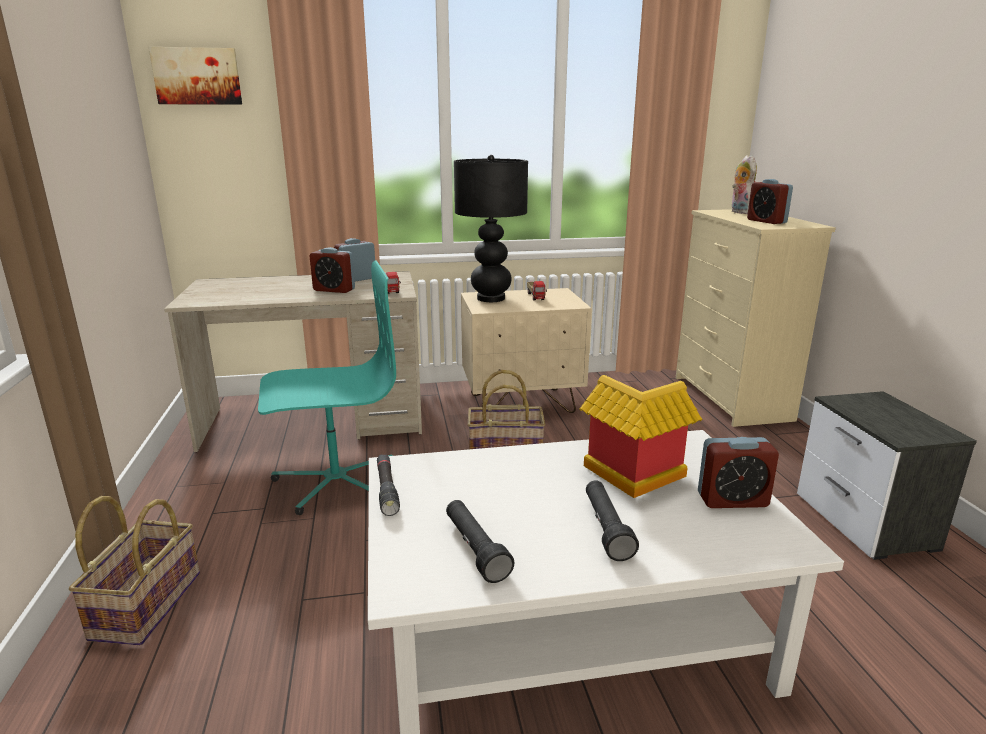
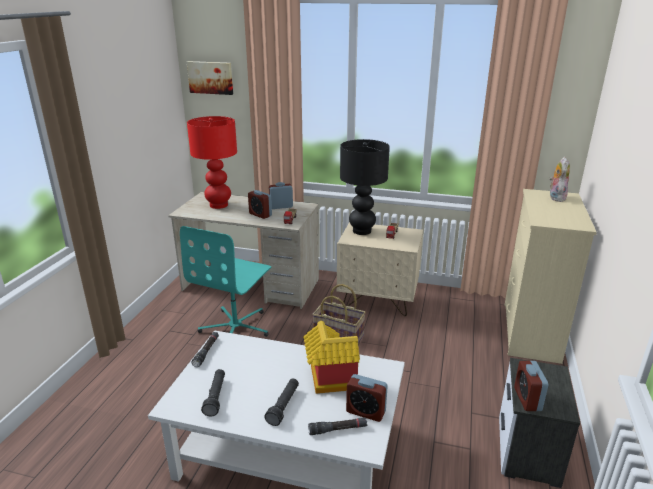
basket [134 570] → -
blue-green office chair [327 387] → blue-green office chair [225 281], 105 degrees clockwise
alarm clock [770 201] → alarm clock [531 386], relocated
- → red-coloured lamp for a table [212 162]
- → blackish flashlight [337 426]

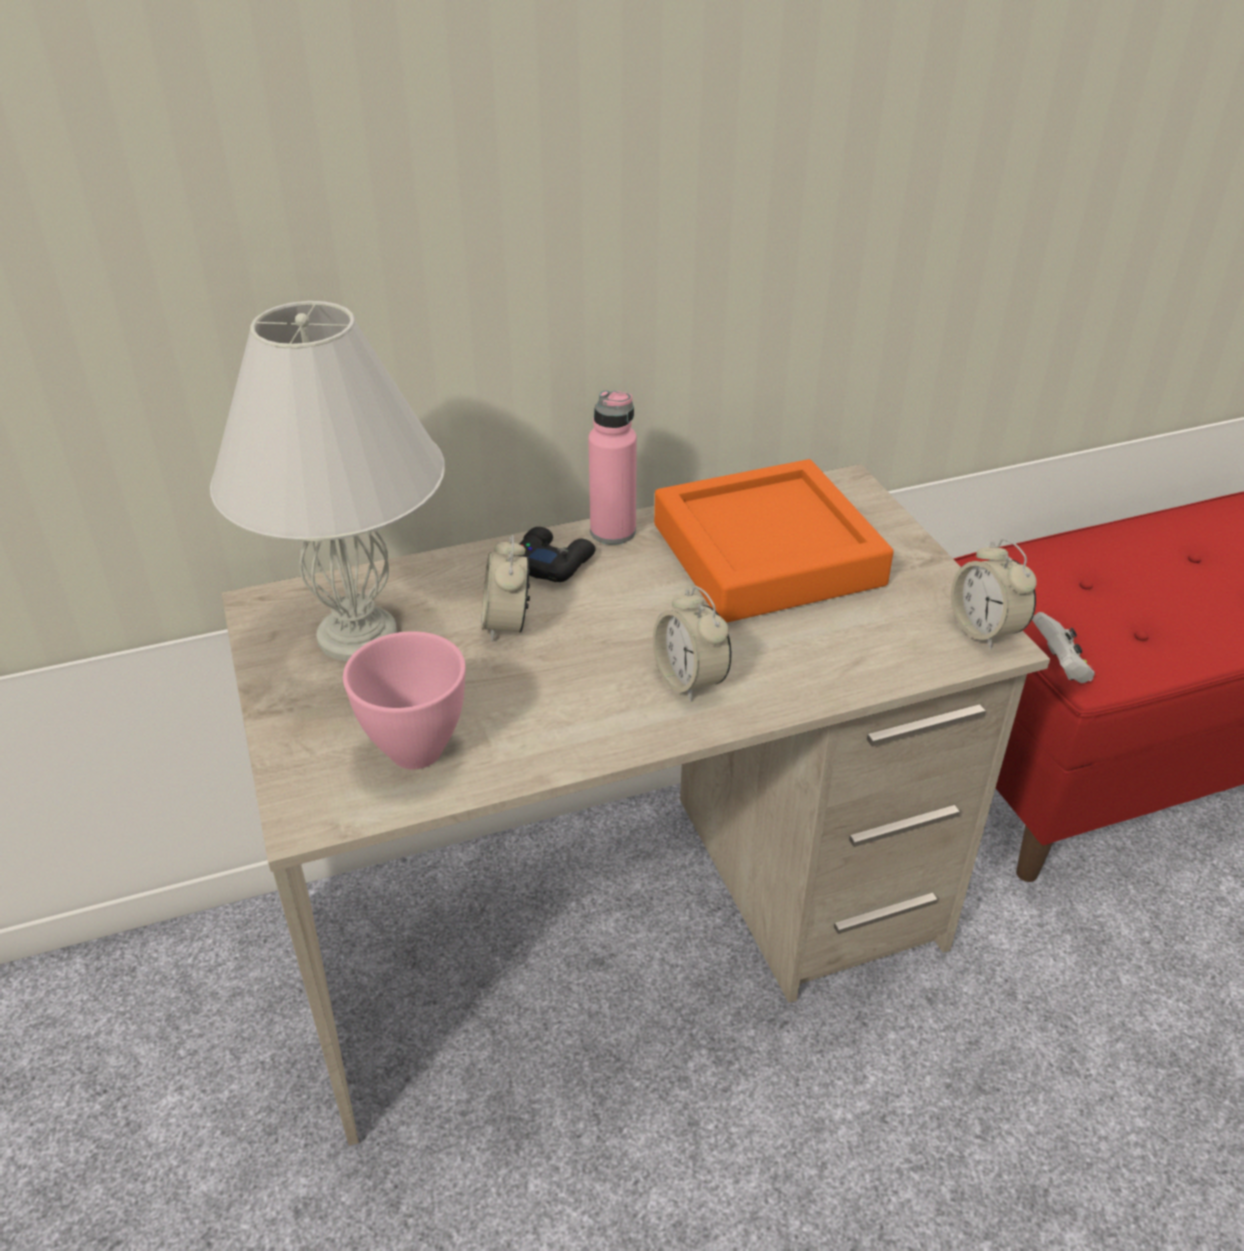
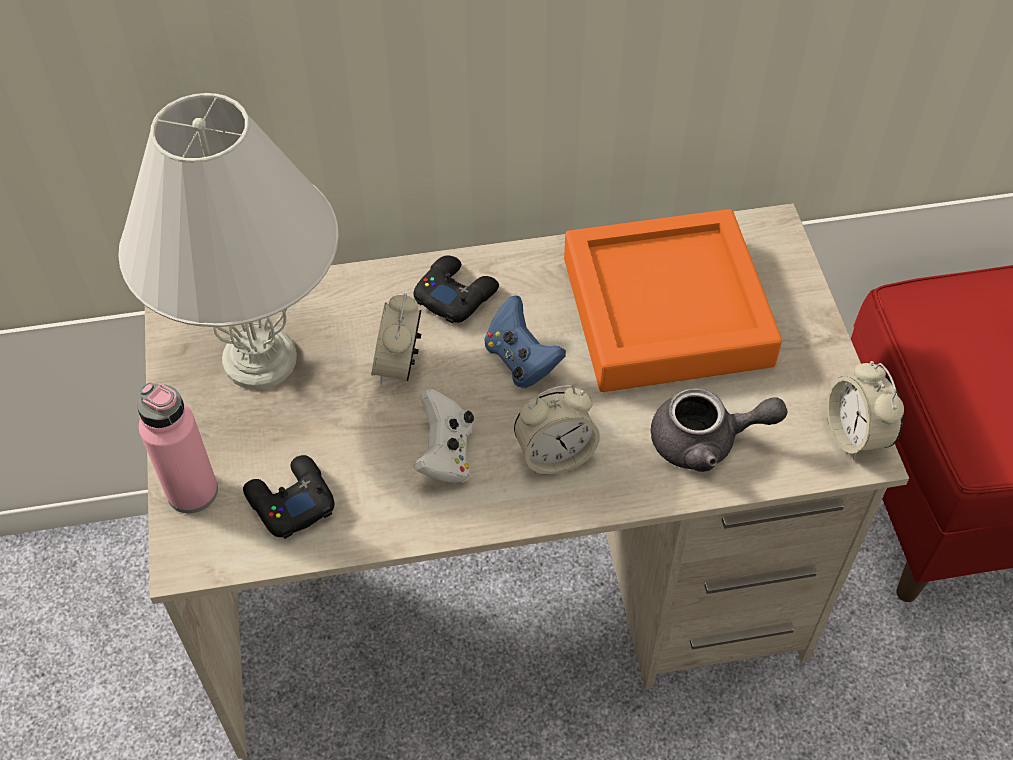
pink-coloured deep dish [404 700] → blackish game controller [289 497]
pink-coloured drink bottle [612 467] → pink-coloured drink bottle [177 448], relocated
alarm clock [692 644] → alarm clock [557 430], 90 degrees counterclockwise
whitish game controller [1063 647] → whitish game controller [444 436], relocated
- → blue-coloured game controller [525 341]
- → gray tea pot [719 430]

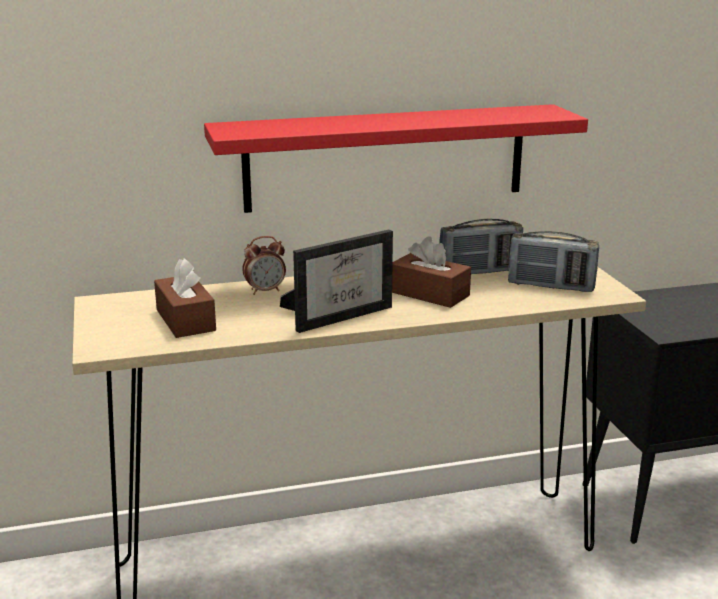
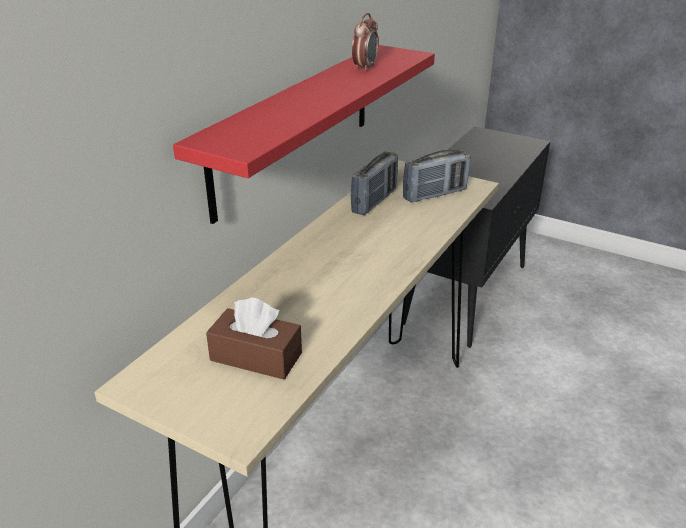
alarm clock [264 265] → alarm clock [365 42], relocated
photo frame [336 281] → -
brown-coloured tissue holder [431 272] → -

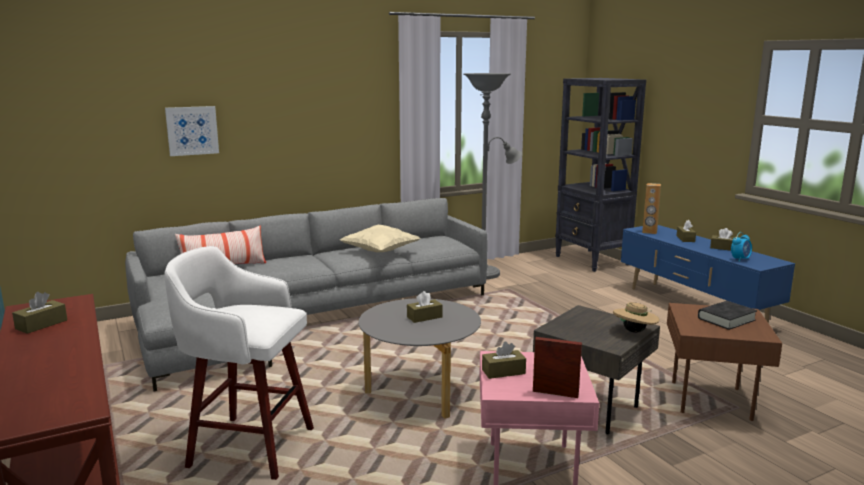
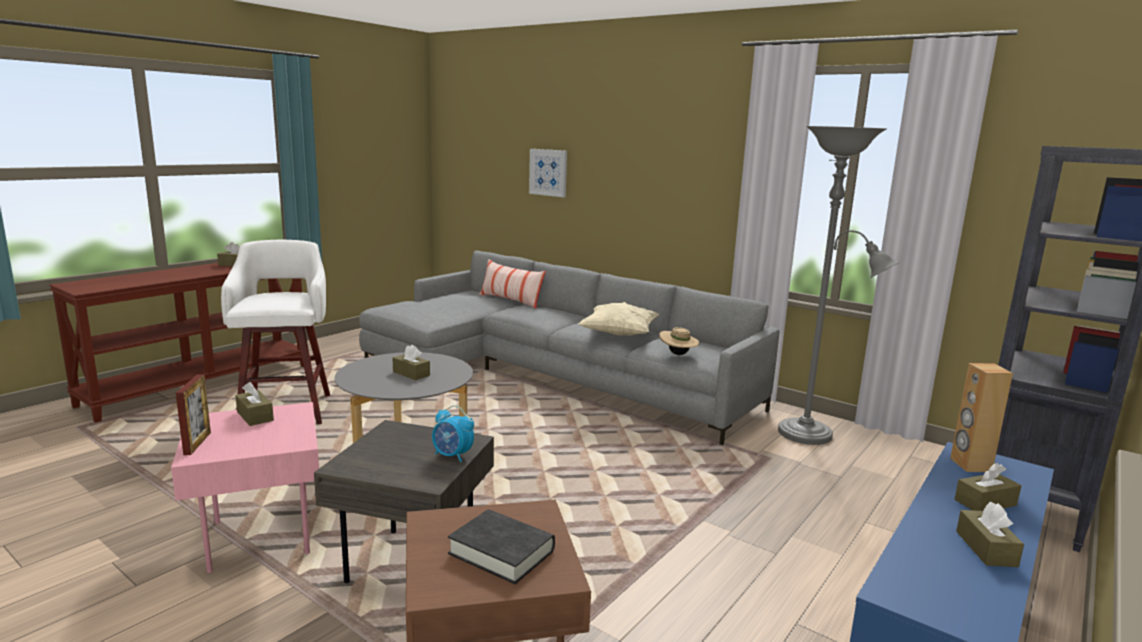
sand-coloured wearable hat [636 317] → sand-coloured wearable hat [679 341], relocated
alarm clock [741 247] → alarm clock [453 433], relocated

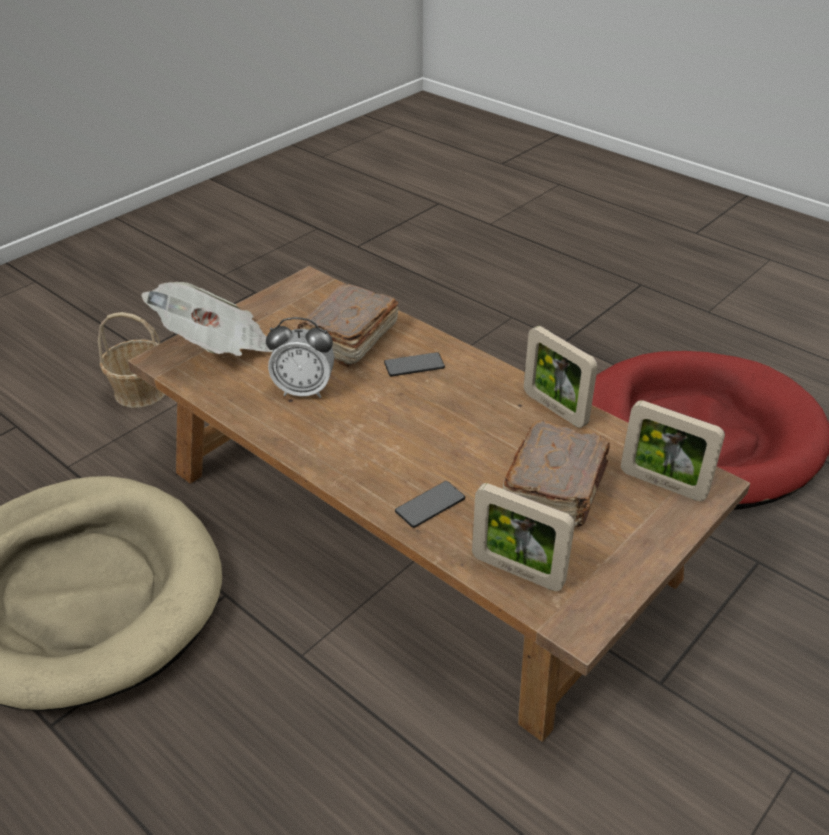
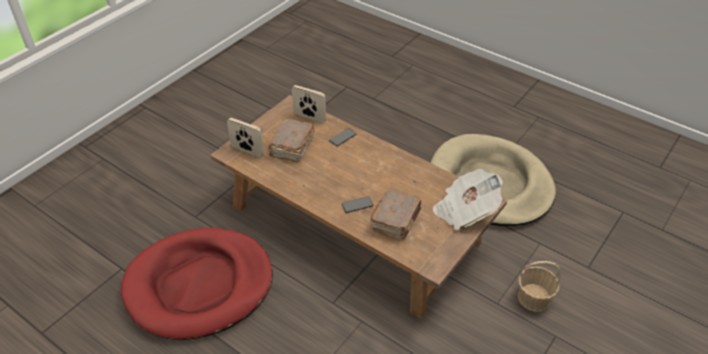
alarm clock [300 357] → -
photo frame [561 377] → -

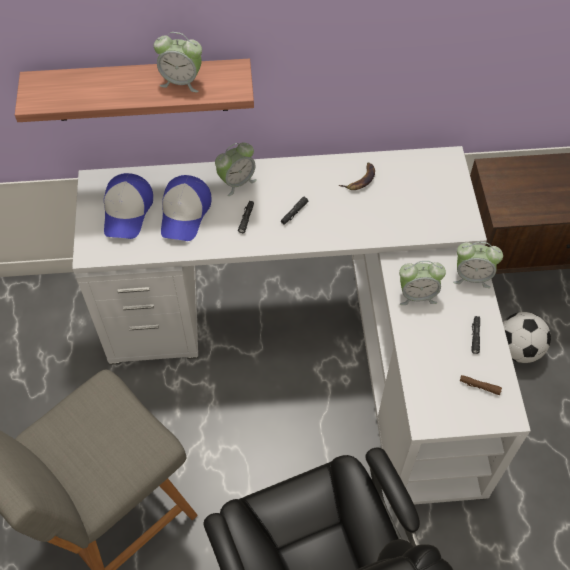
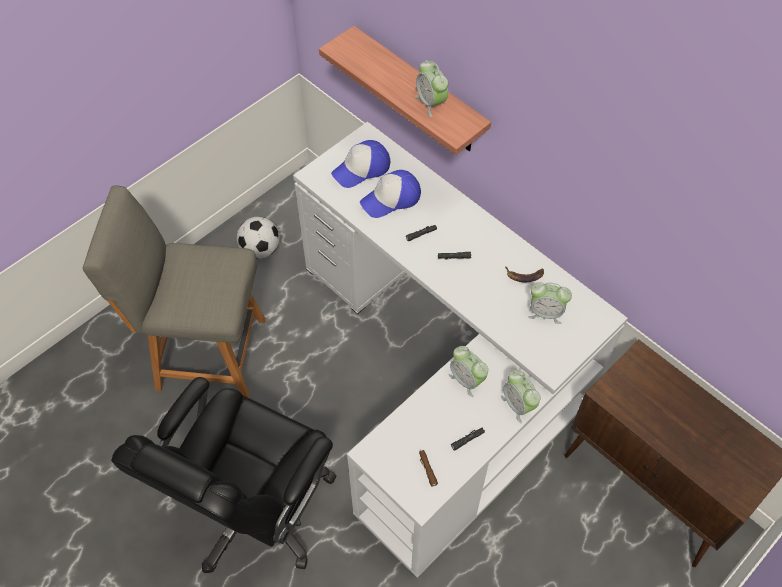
alarm clock [236 169] → alarm clock [550 303], relocated
football ball [527 337] → football ball [258 238], relocated

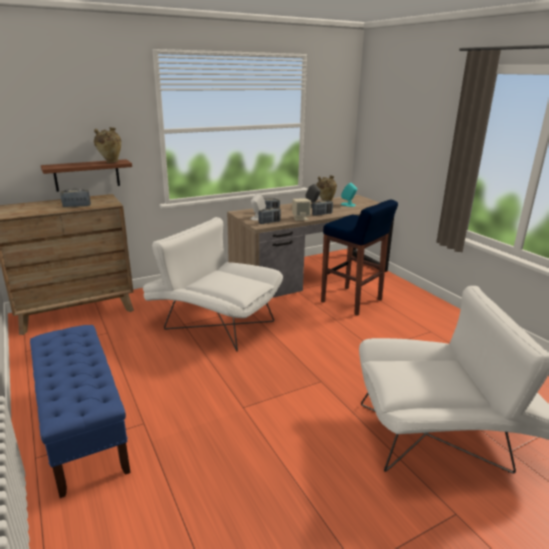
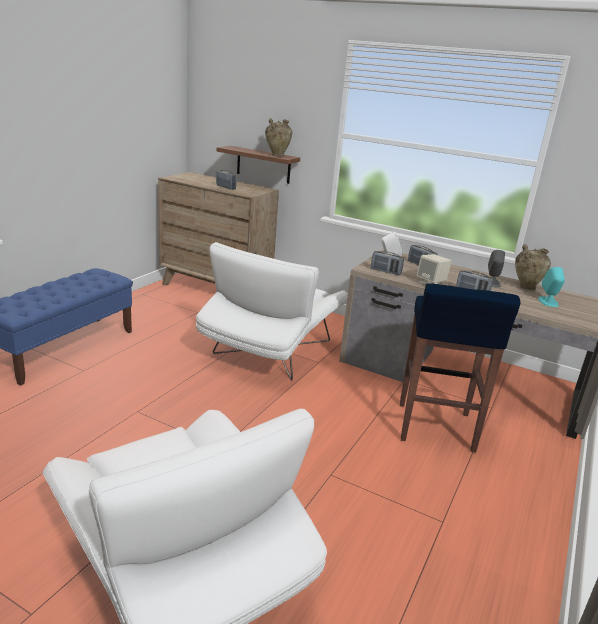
whitish easy chair [213 284] → whitish easy chair [272 311], 150 degrees counterclockwise

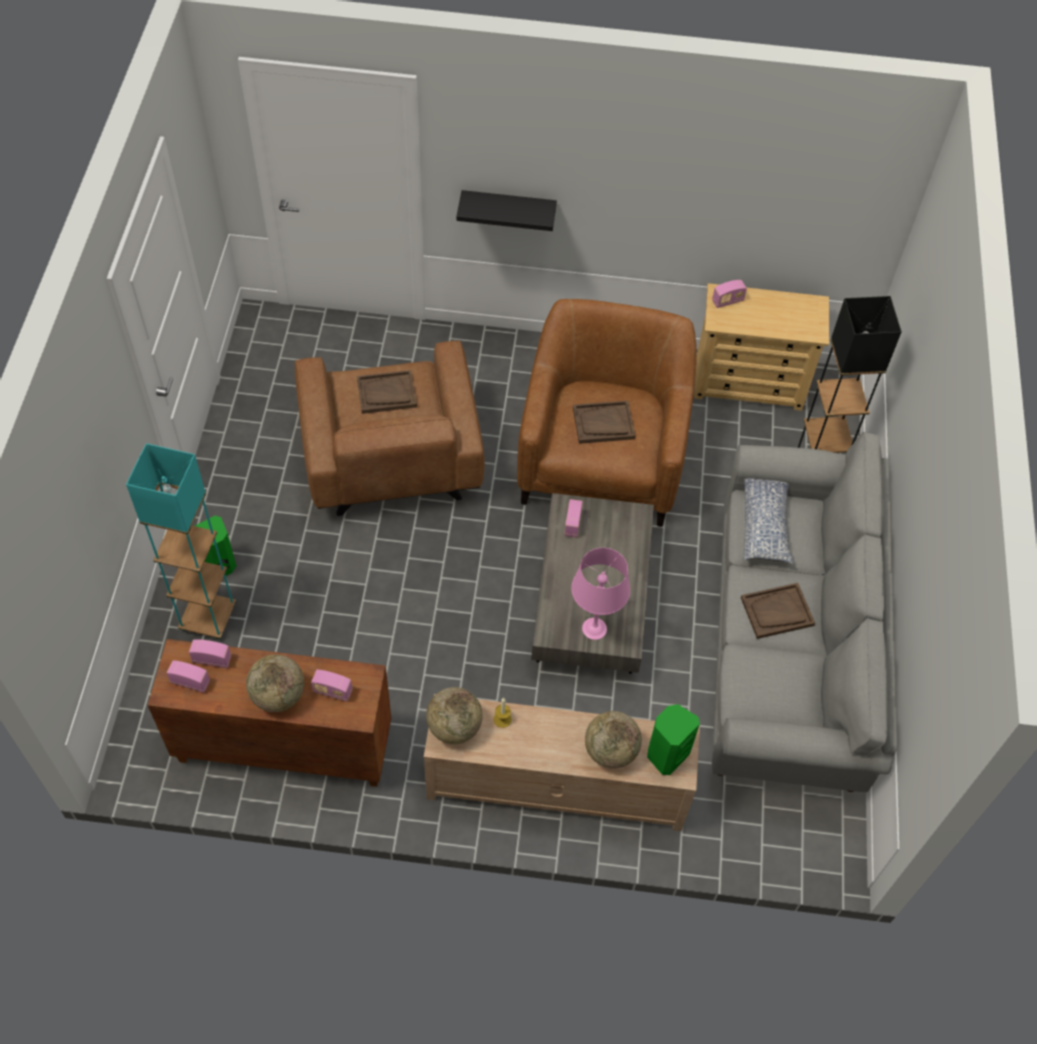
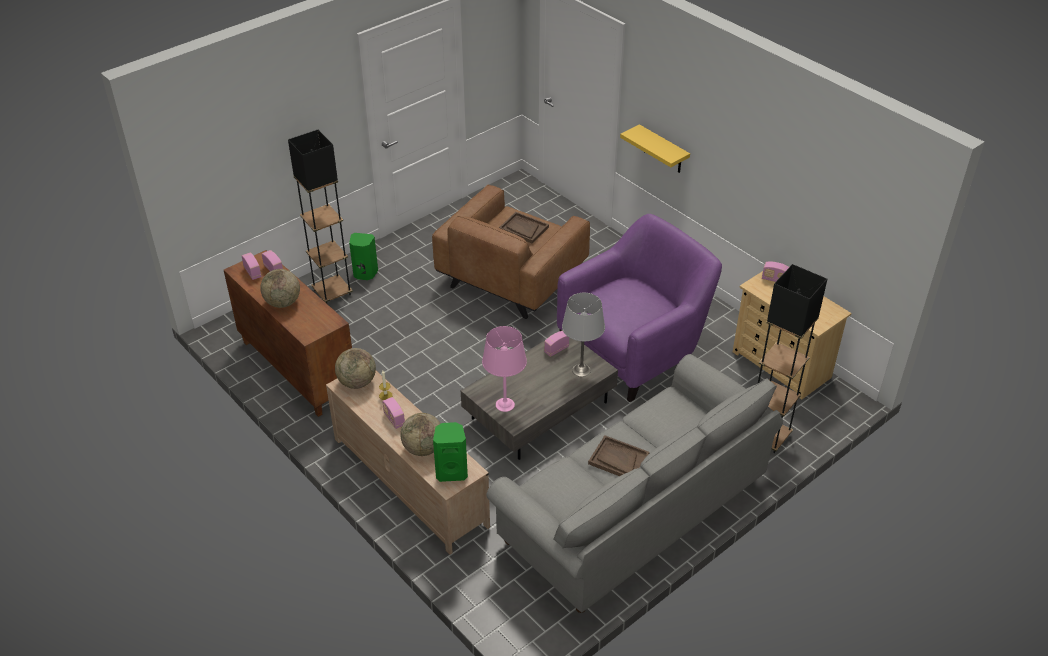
blue-green floor lamp [181 541] → blackish floor lamp [320 217]
radio set [332 686] → radio set [393 413], relocated
blackish shelf [506 210] → yellowish shelf [655 148]
brown-coloured easy chair [607 413] → purplish easy chair [639 308]
brown-coloured serving tray [604 422] → -
throw pillow [768 521] → -
- → gray lamp for a table [583 335]

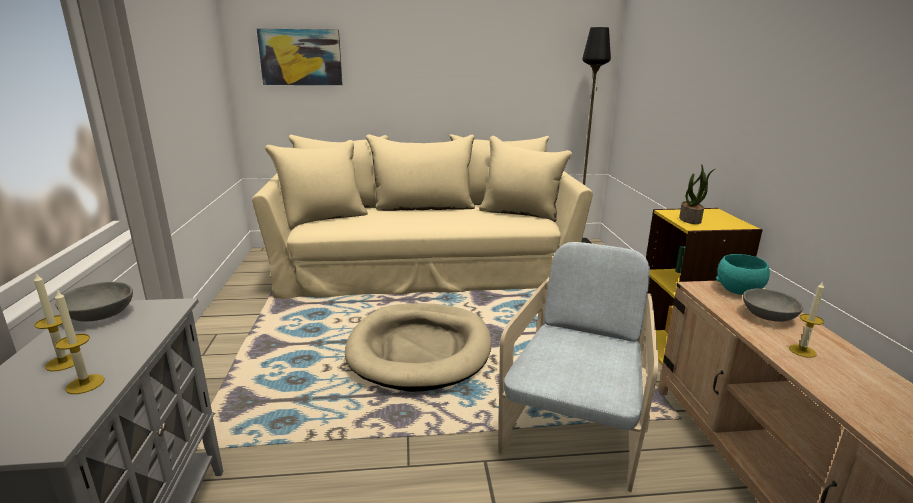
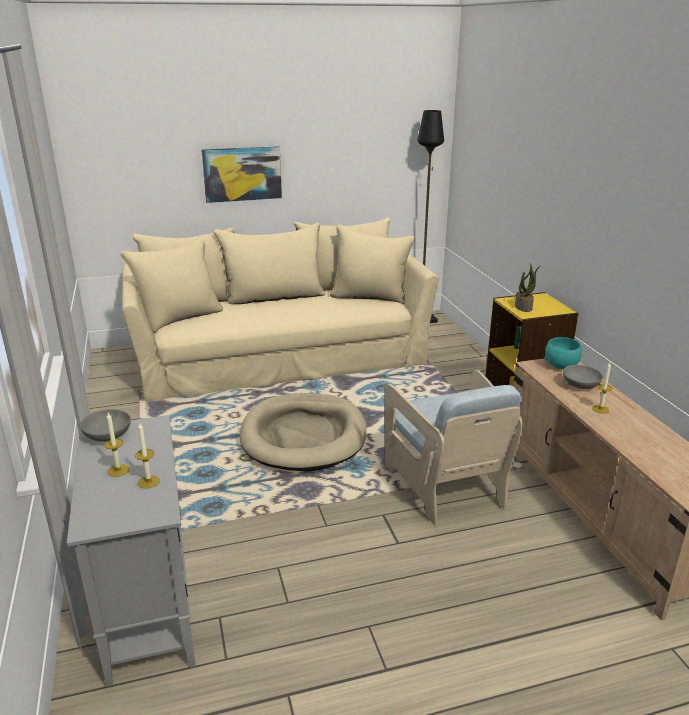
wall picture [300 57] → wall picture [241 174], relocated
sand-coloured easy chair [579 367] → sand-coloured easy chair [454 447], 150 degrees clockwise

